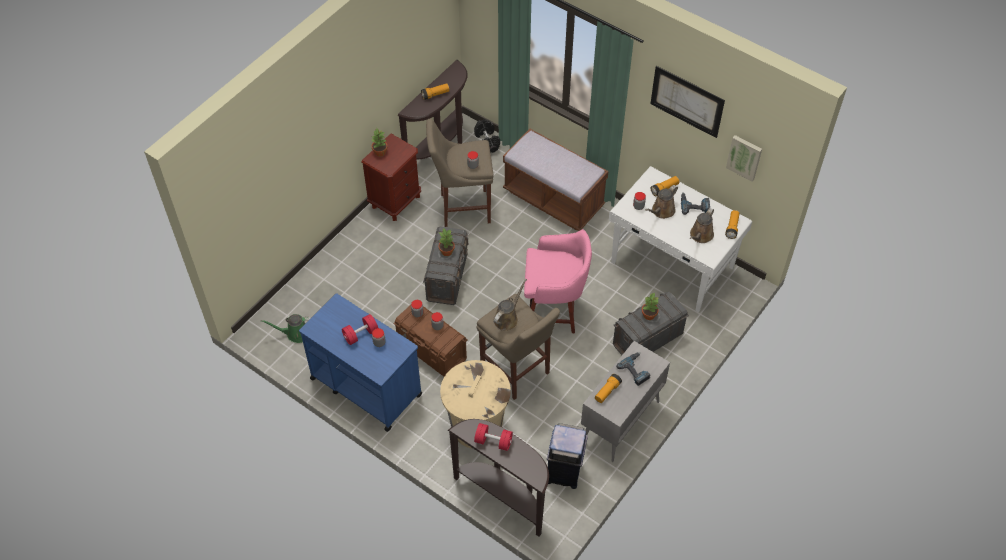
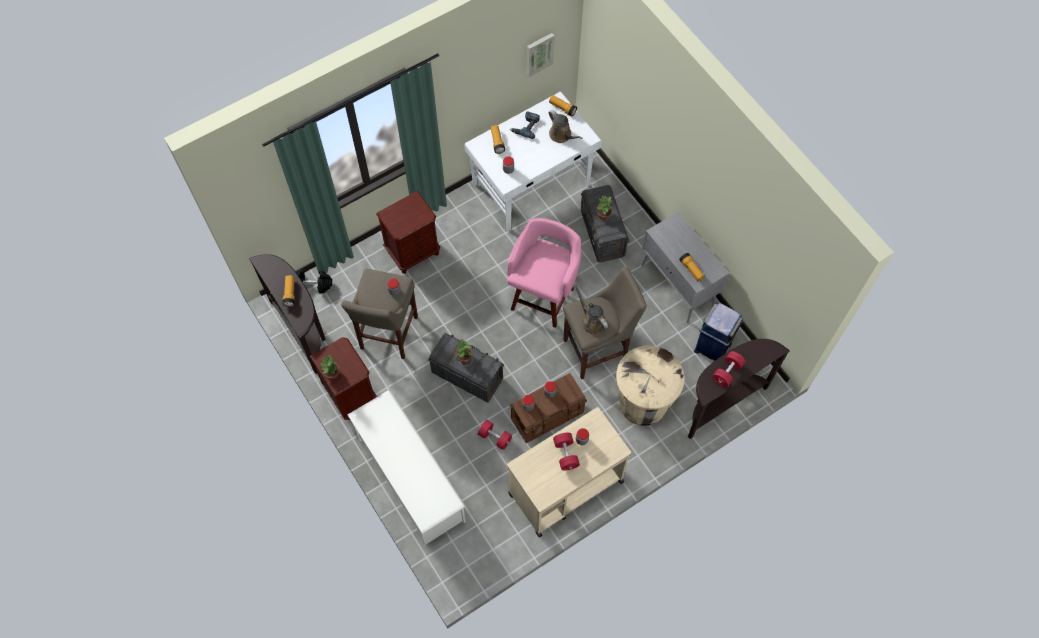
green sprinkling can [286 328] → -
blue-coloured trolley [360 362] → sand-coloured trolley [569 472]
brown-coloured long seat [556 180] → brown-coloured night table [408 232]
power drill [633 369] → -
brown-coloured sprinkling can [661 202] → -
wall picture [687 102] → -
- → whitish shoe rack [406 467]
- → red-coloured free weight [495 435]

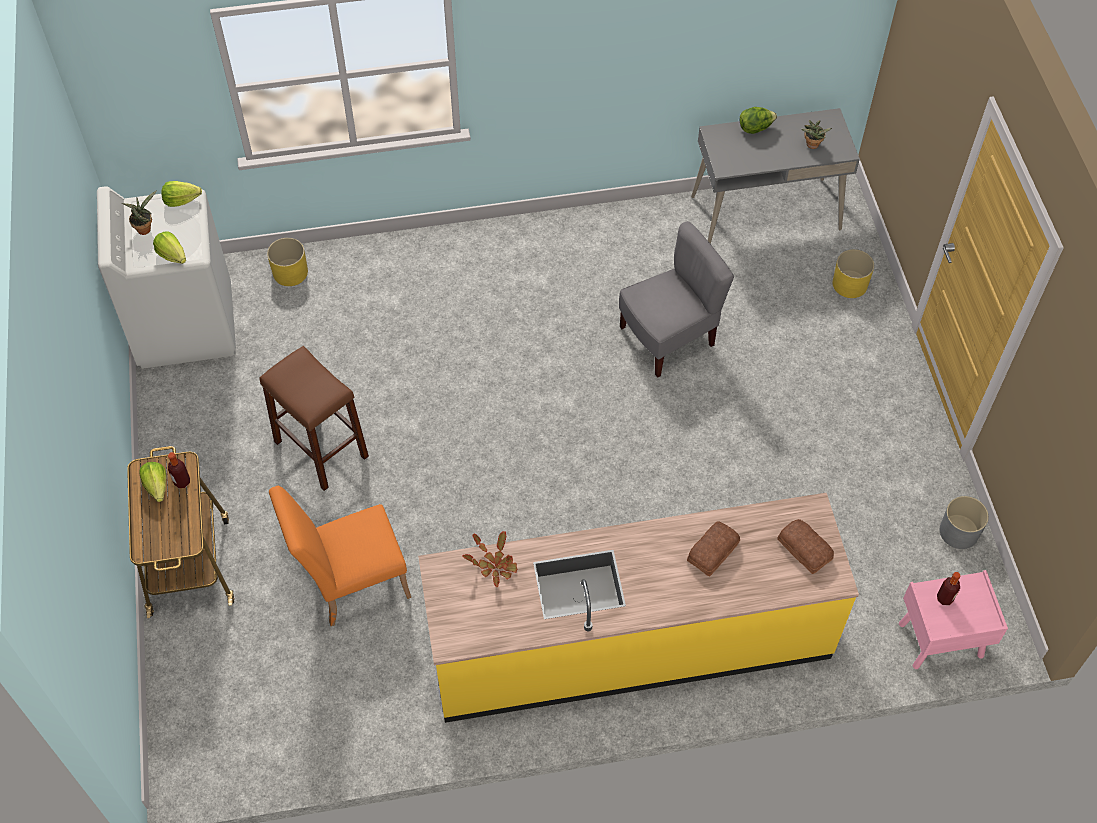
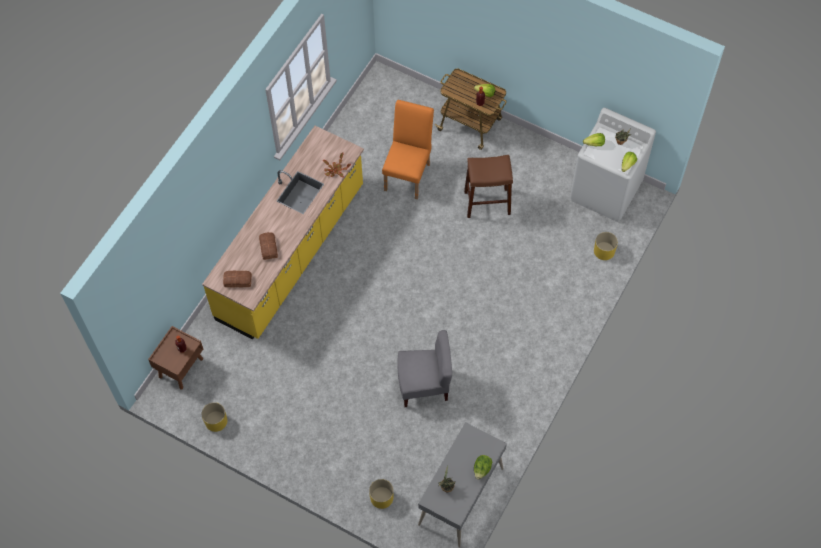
gray chair [676 299] → gray chair [424 368], 105 degrees counterclockwise
pink-coloured night table [953 619] → brown-coloured night table [175 358]
gray planter [964 522] → yellowish planter [214 417]

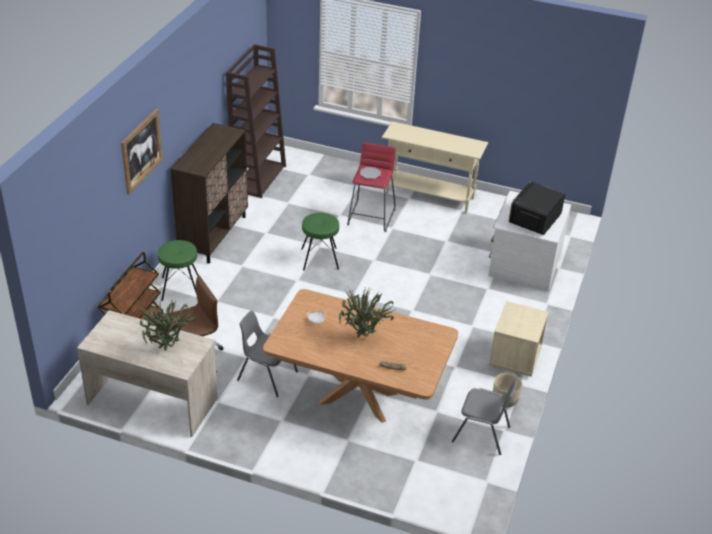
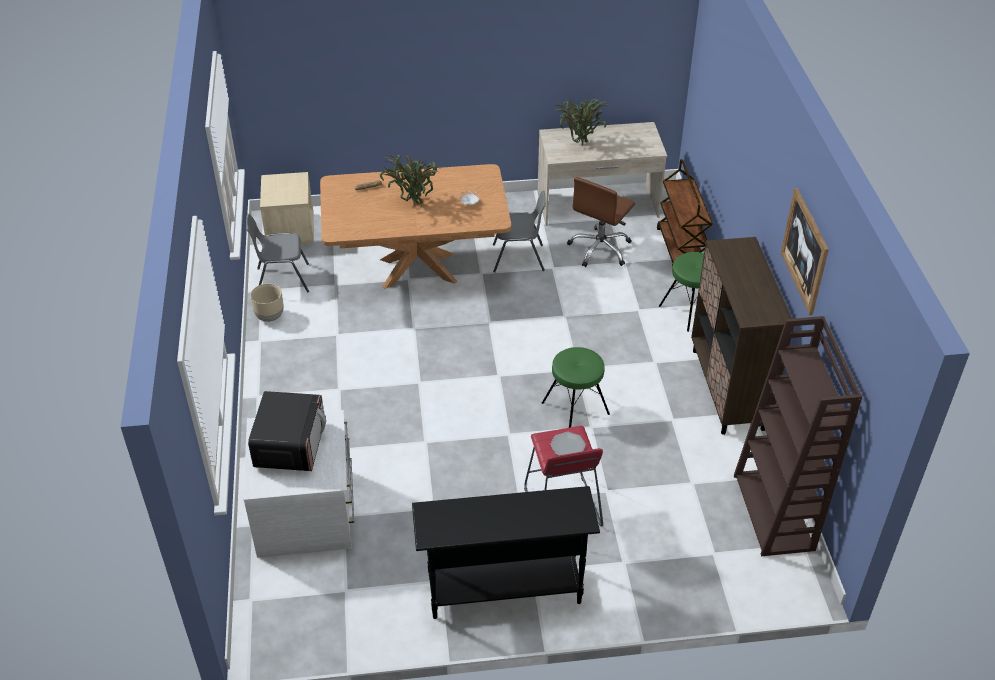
wall picture [142 152] → wall picture [805 251], relocated
sand-coloured narrow table [435 167] → blackish narrow table [506 552]
sand-coloured night table [518 339] → sand-coloured night table [287 208], relocated

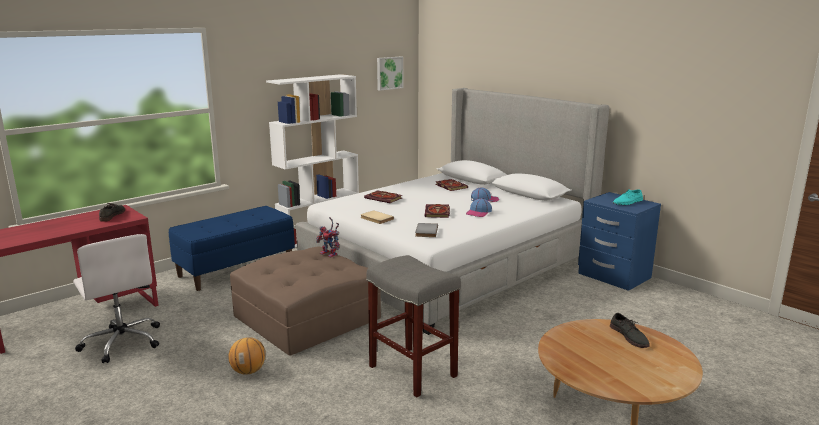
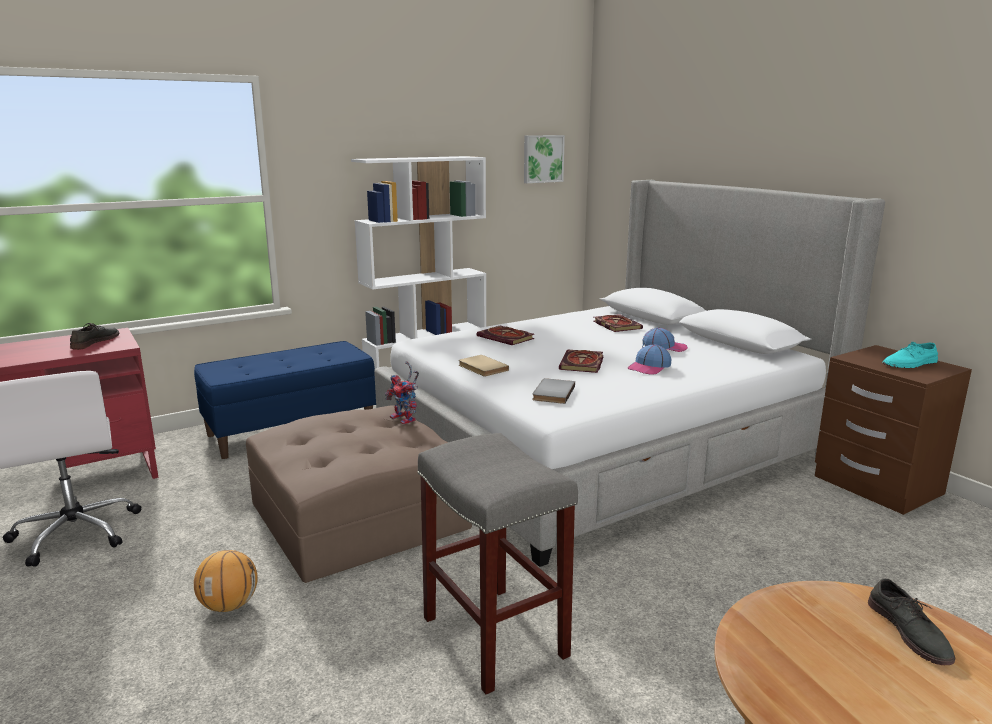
blue-coloured night table [619 241] → brown-coloured night table [893 430]

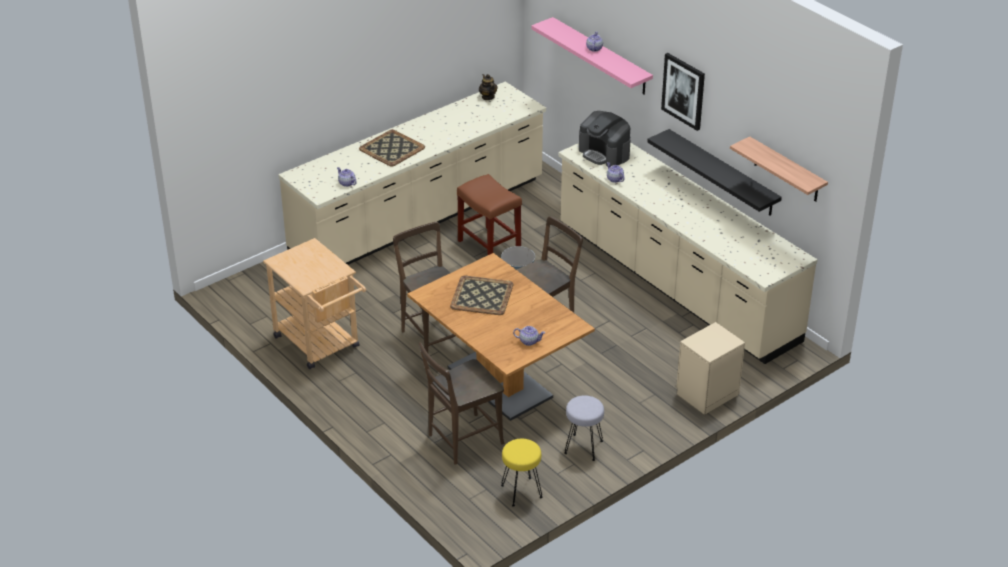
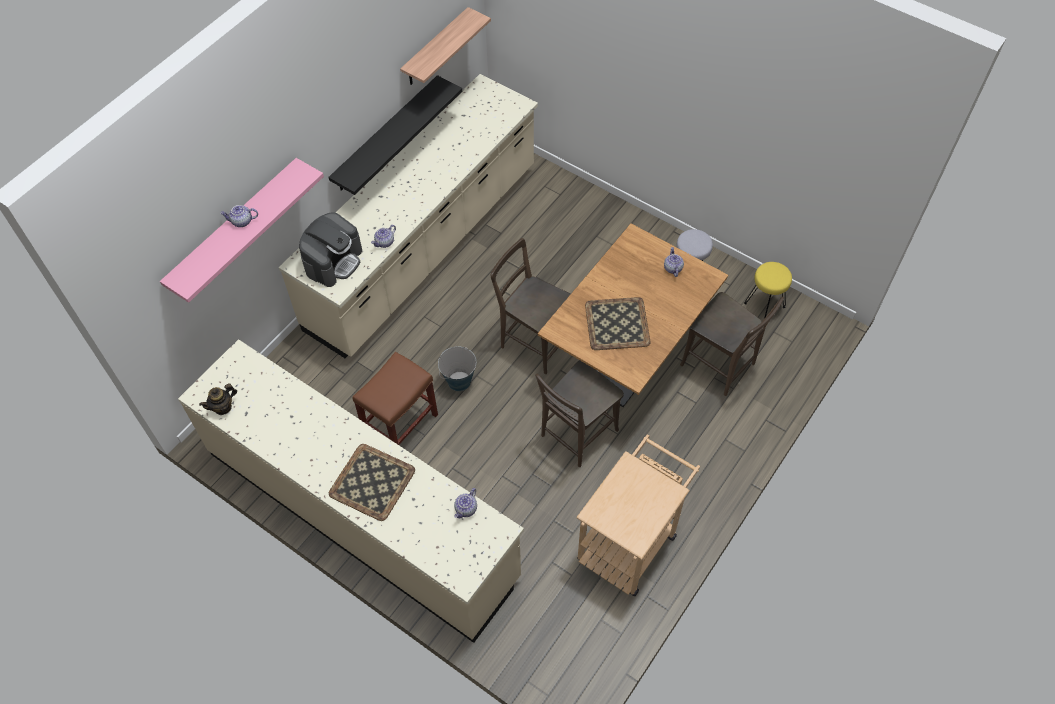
wall picture [683 92] → -
sand-coloured night table [710 368] → -

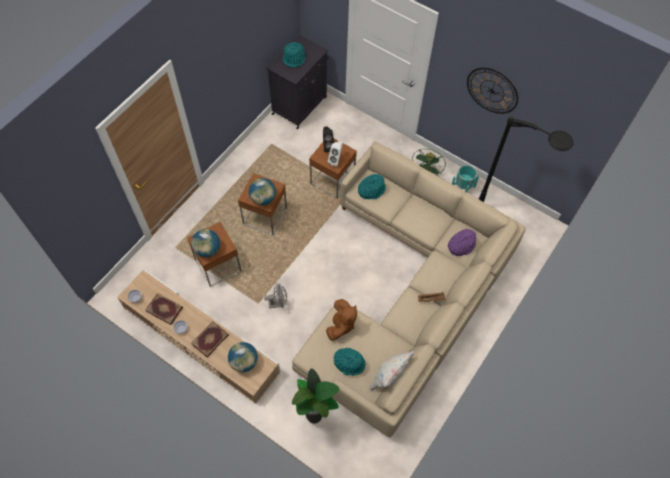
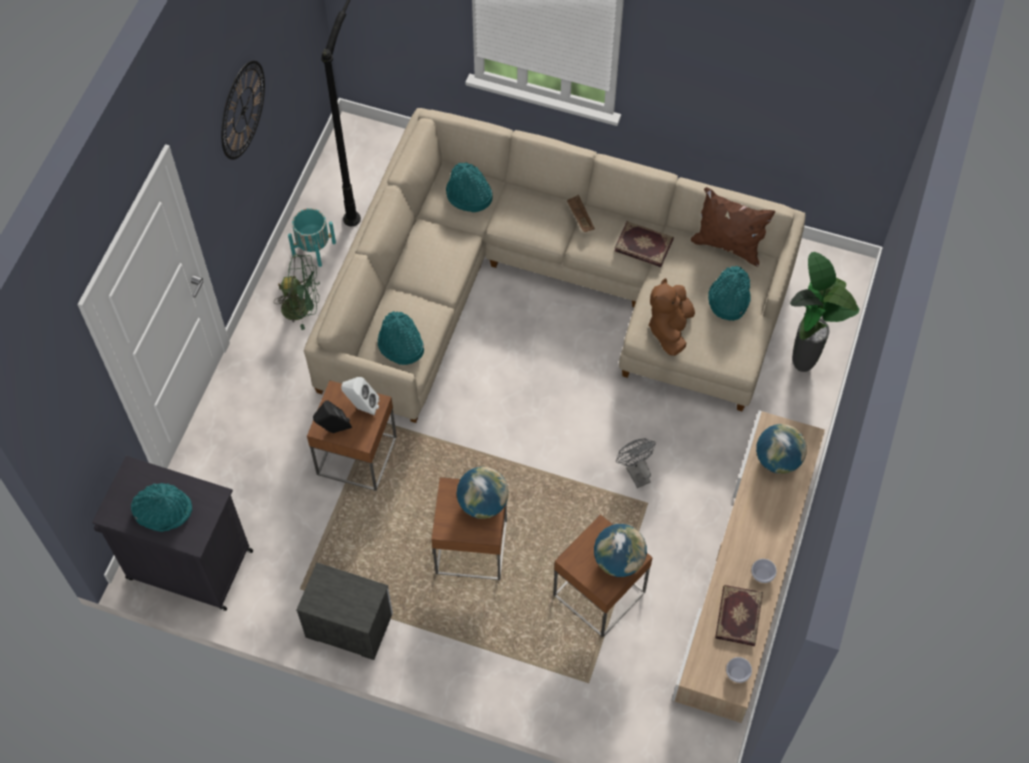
volume [210 339] → volume [644 244], relocated
brown-coloured plush toy [341 320] → brown-coloured plush toy [672 317], 75 degrees counterclockwise
whitish throw pillow [391 370] → brown-coloured throw pillow [733 227]
purplish wearable hat [462 242] → blue-green wearable hat [469 187]
- → night table [344 611]

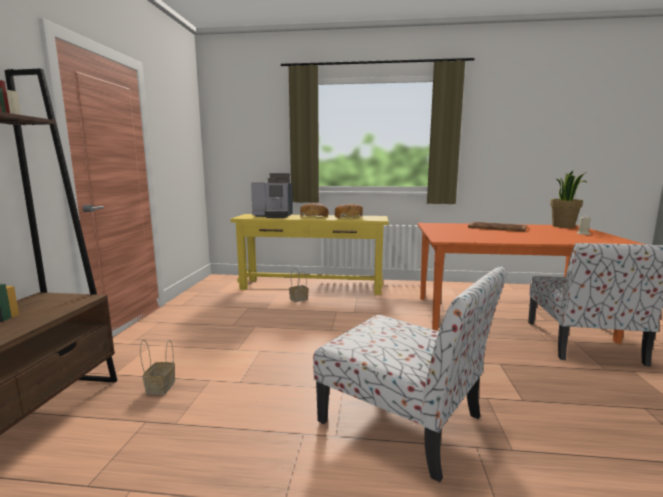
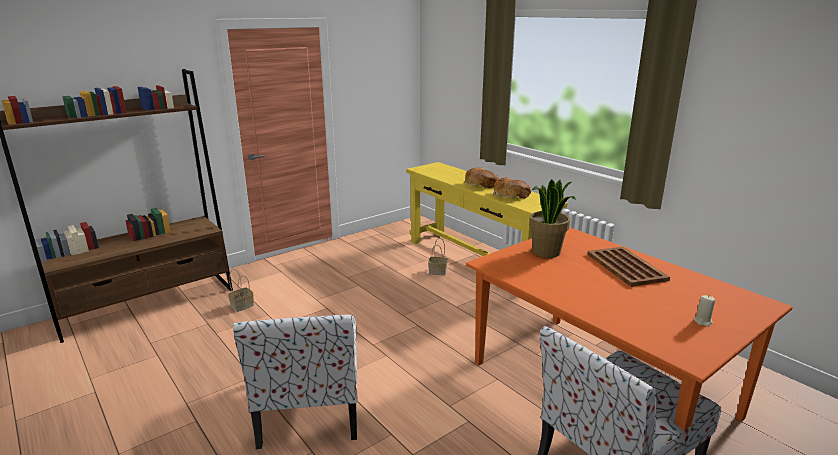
coffee machine [272 195] → -
houseplant [568 199] → houseplant [552 218], relocated

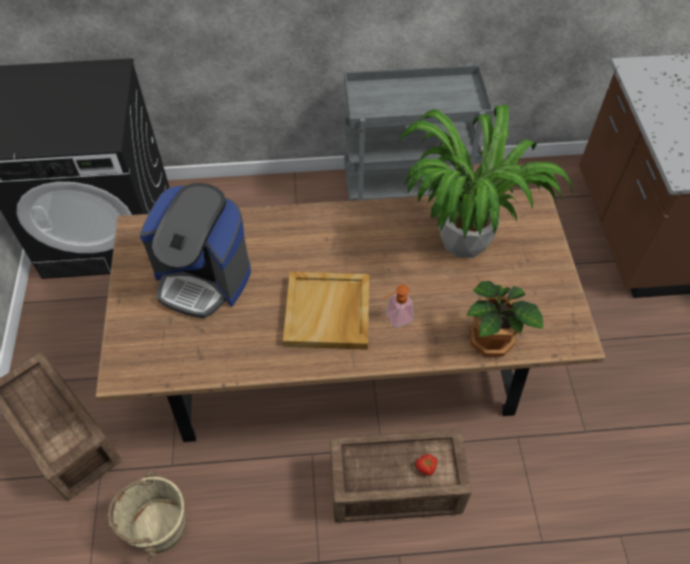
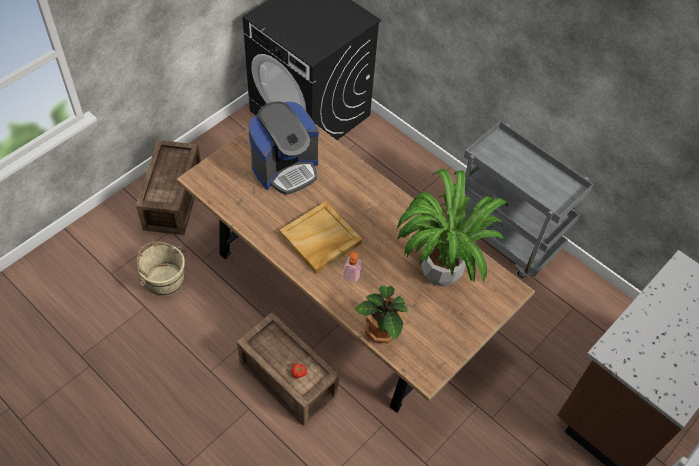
coffee machine [195 250] → coffee machine [283 148], 105 degrees counterclockwise

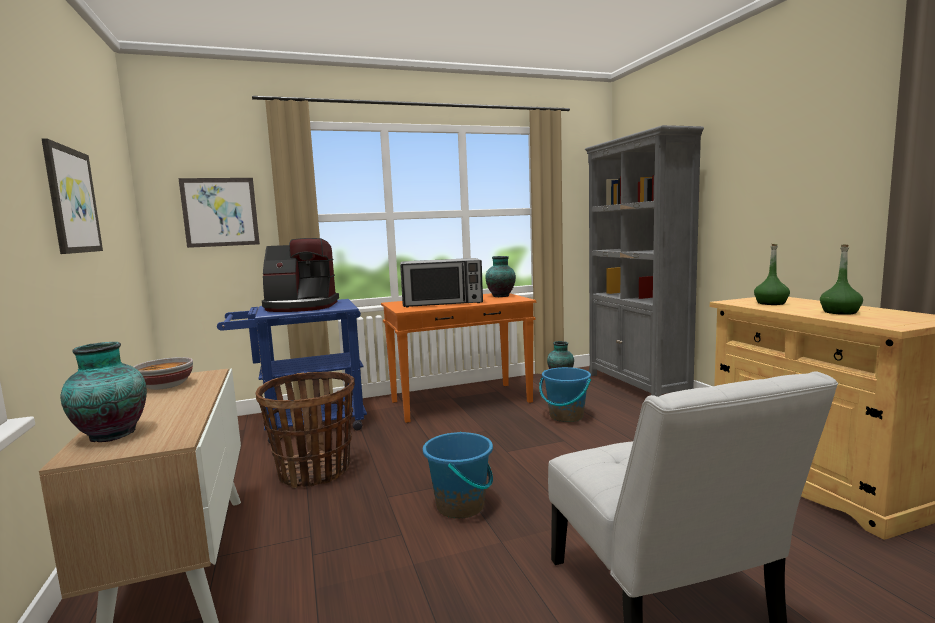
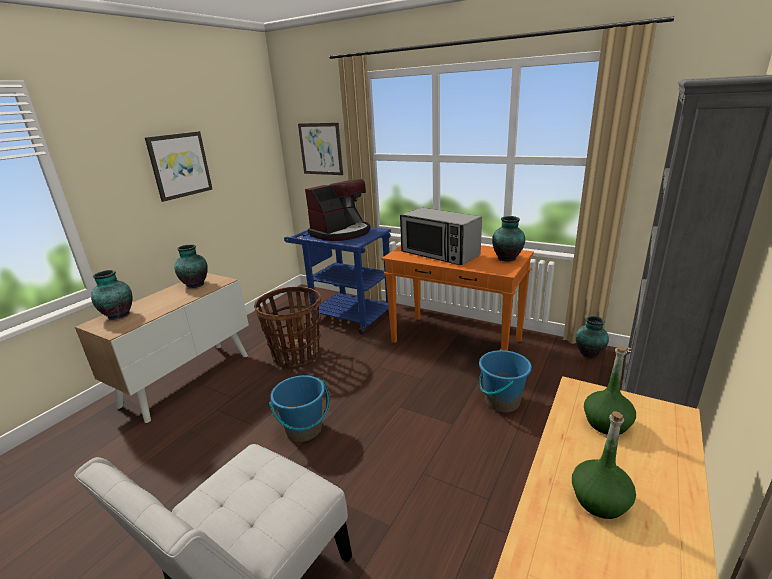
deep dish [163 373] → decorative vase [191 266]
coffee machine [300 275] → coffee machine [338 210], 90 degrees counterclockwise

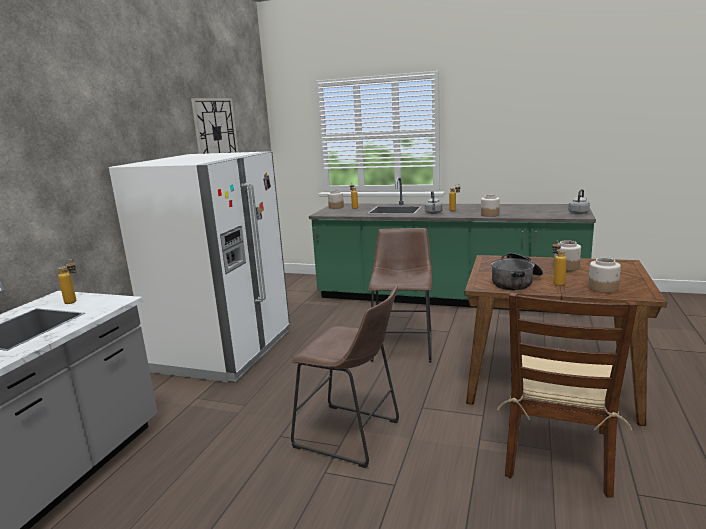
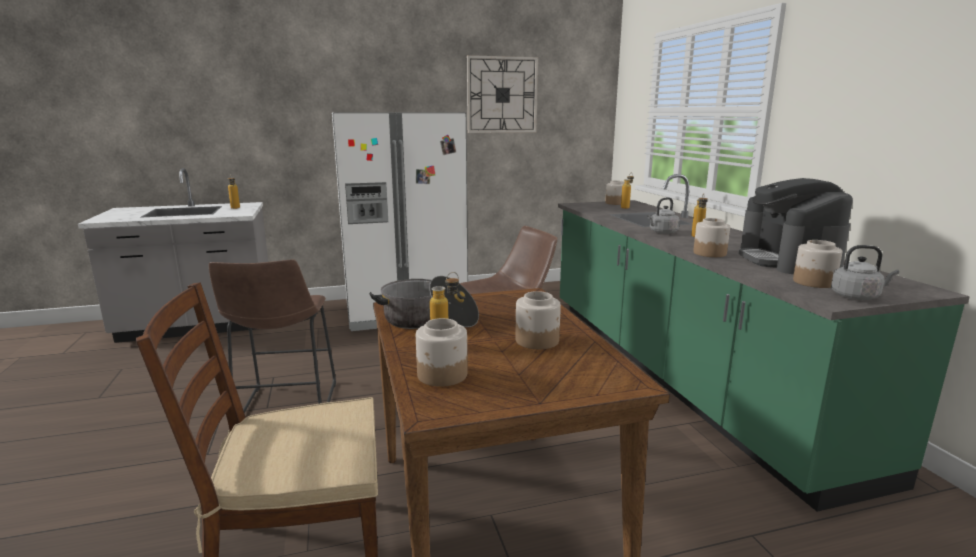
- → coffee machine [796 226]
- → jar [817 264]

